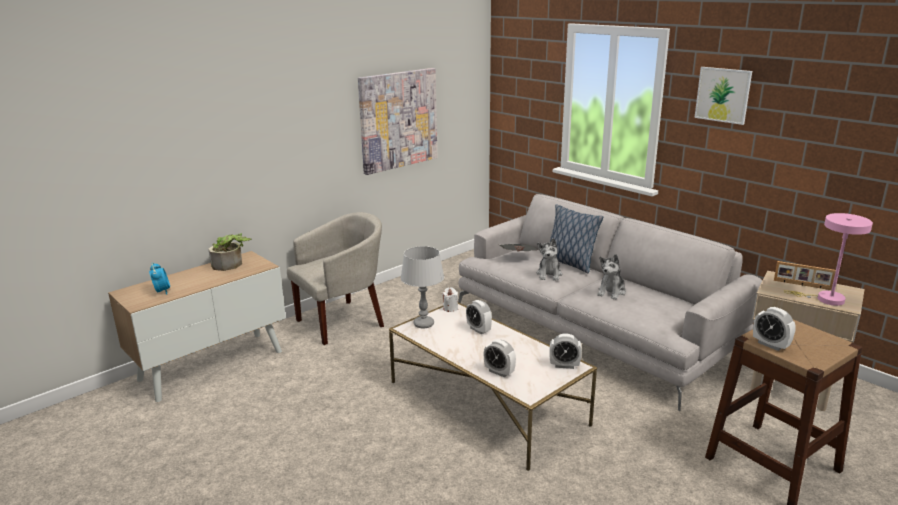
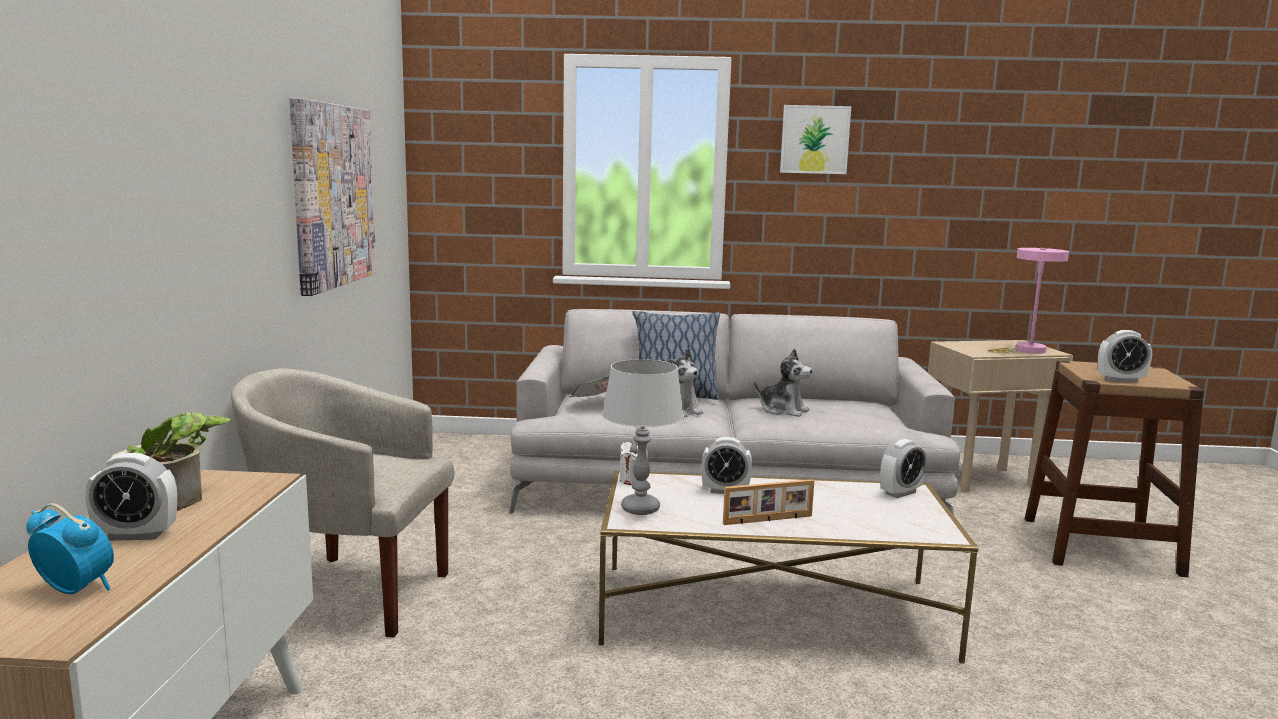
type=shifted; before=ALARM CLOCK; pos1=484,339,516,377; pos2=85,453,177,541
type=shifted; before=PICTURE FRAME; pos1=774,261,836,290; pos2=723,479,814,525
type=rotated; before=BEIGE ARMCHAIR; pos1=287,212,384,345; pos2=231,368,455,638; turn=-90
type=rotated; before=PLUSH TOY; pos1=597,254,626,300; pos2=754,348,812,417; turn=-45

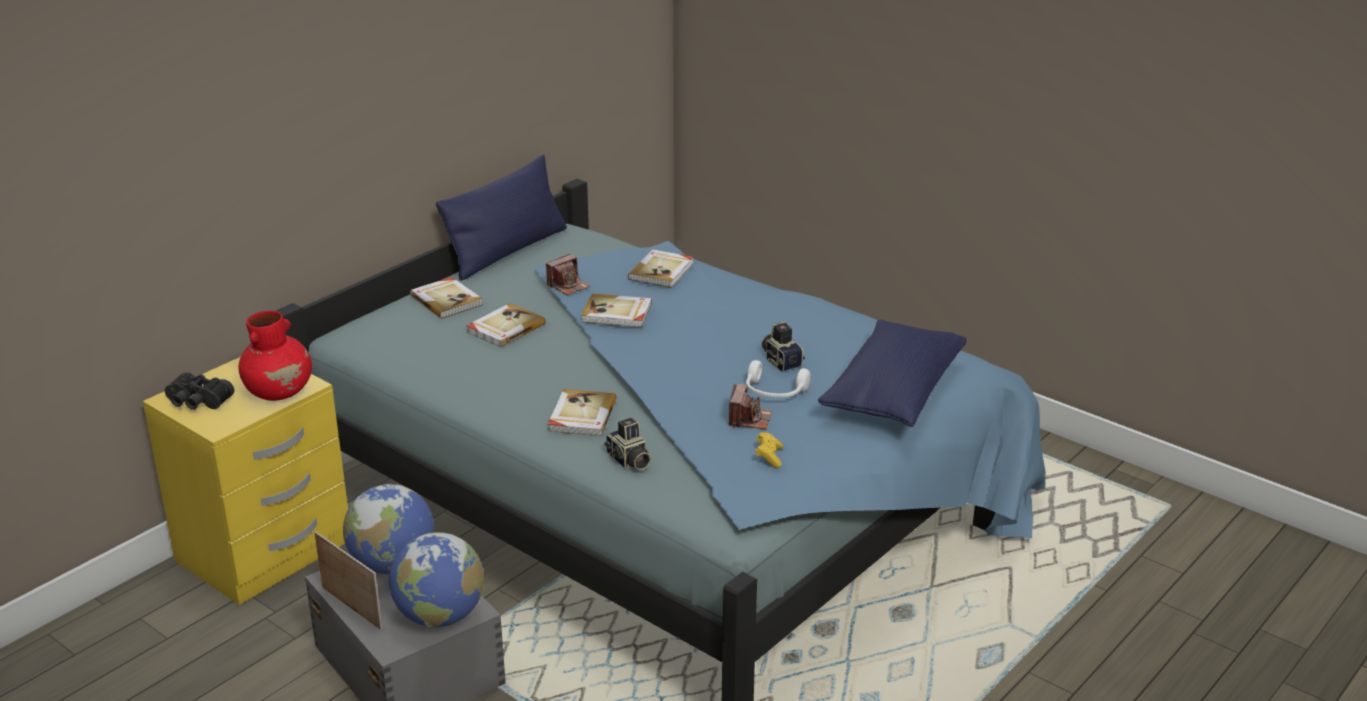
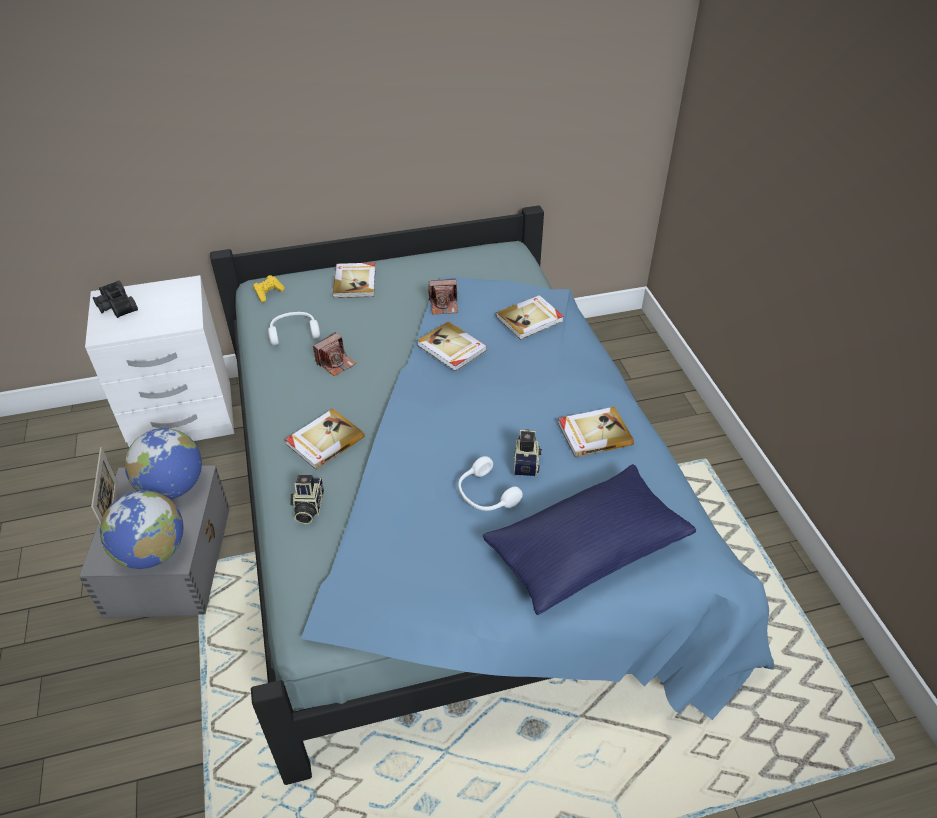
type=gone; before=RED VASE; pos1=239,311,312,401
type=gone; before=BLUE PILLOW; pos1=436,155,567,281
type=new; after=WHITE HEADPHONES; pos2=268,312,320,345
type=shifted; before=BOOK; pos1=466,303,546,347; pos2=558,407,634,457
type=shifted; before=PHOTO CAMERA; pos1=729,384,772,429; pos2=313,332,356,376
type=shifted; before=YELLOW GAME CONTROLLER; pos1=755,432,783,468; pos2=253,275,285,302
type=repainted; before=YELLOW NIGHTSTAND; after=WHITE NIGHTSTAND; pos1=143,357,348,605; pos2=85,275,234,447

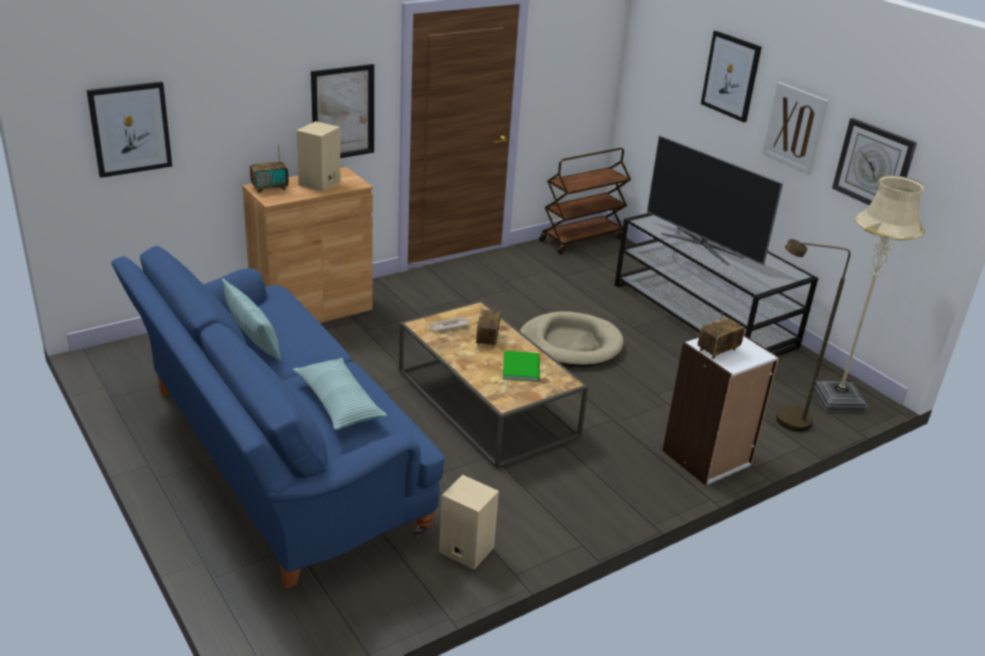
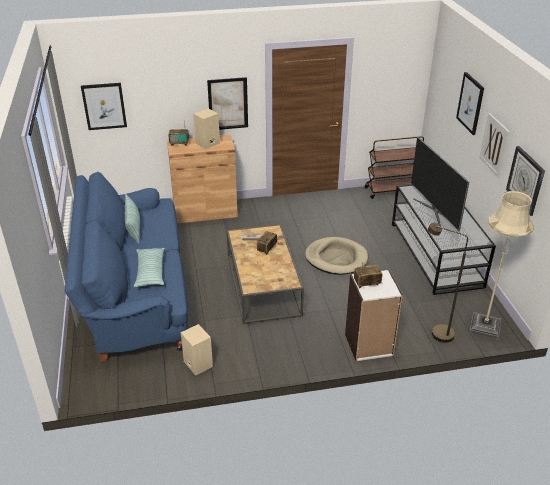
type=gone; before=GREEN BOOK; pos1=503,351,539,382

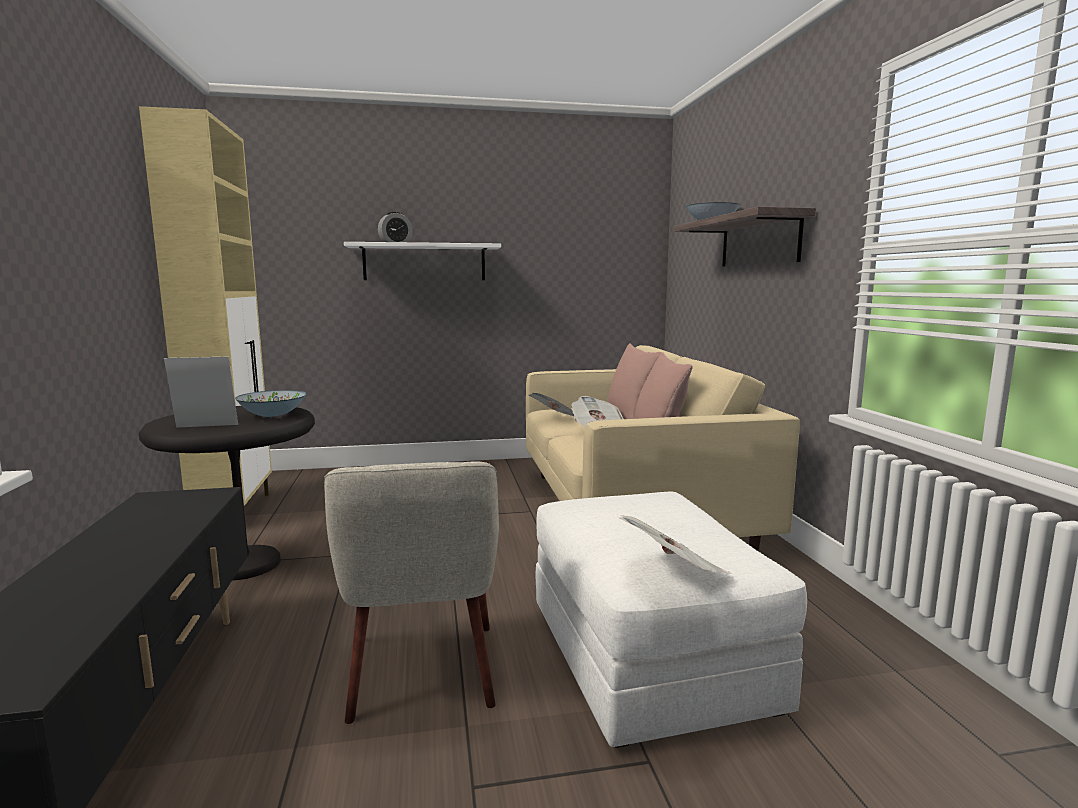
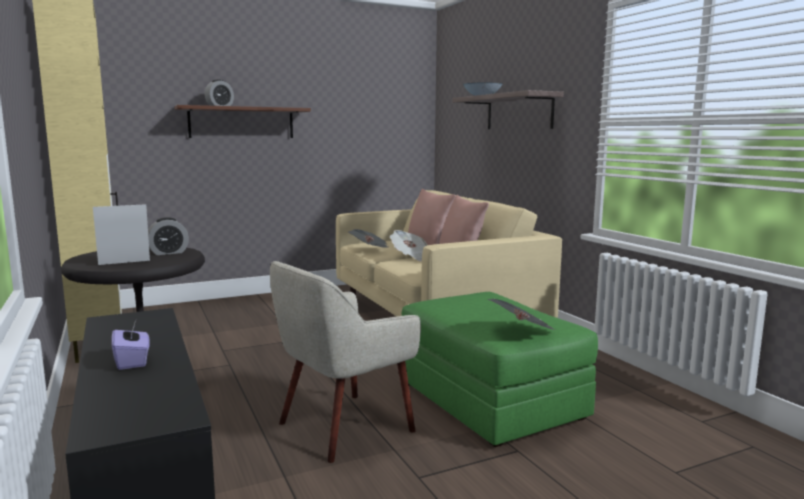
type=new; after=PURPLE TISSUE BOX; pos2=111,323,150,370
type=swapped; before=BOWL; after=ALARM CLOCK; pos1=235,390,306,417; pos2=148,217,189,255
type=repainted; before=WHITE SHELF; after=BROWN SHELF; pos1=344,242,501,280; pos2=174,105,311,138
type=repainted; before=WHITE OTTOMAN; after=GREEN OTTOMAN; pos1=535,492,807,748; pos2=401,292,598,447
type=rotated; before=BEIGE ARMCHAIR; pos1=324,461,499,724; pos2=270,261,421,463; turn=75

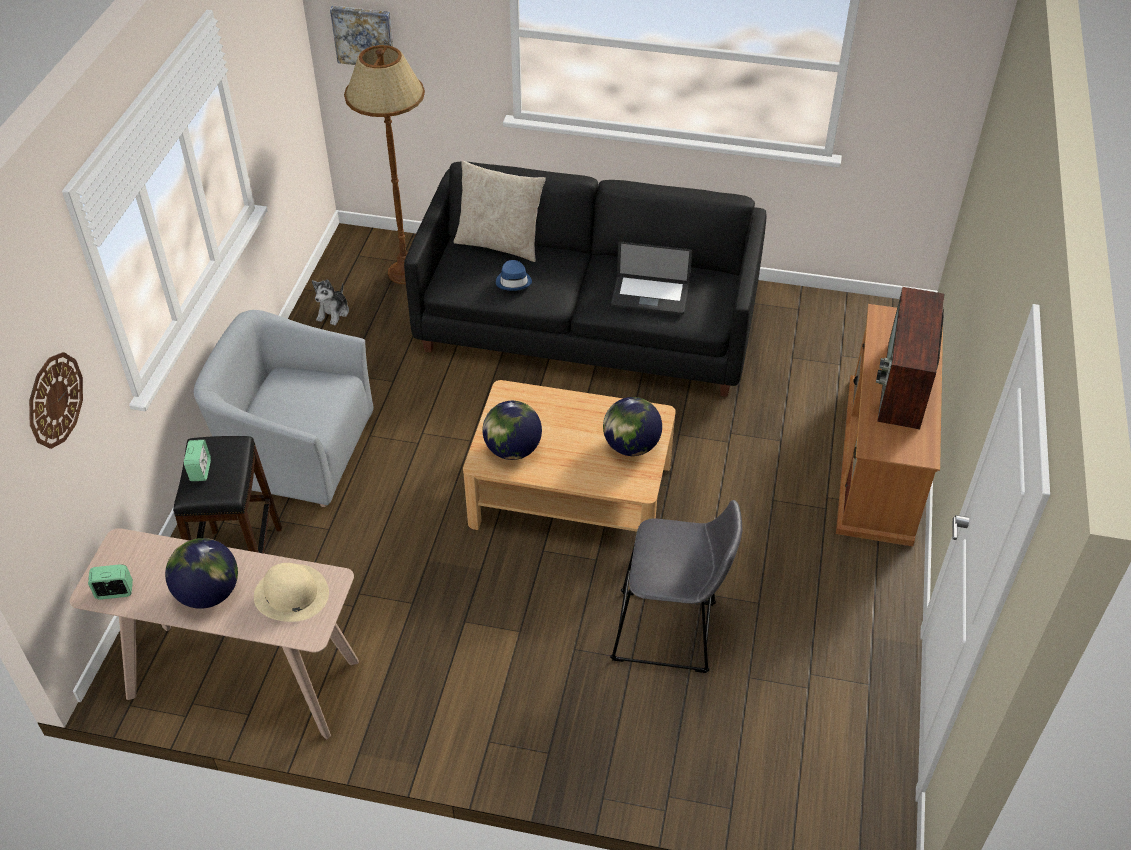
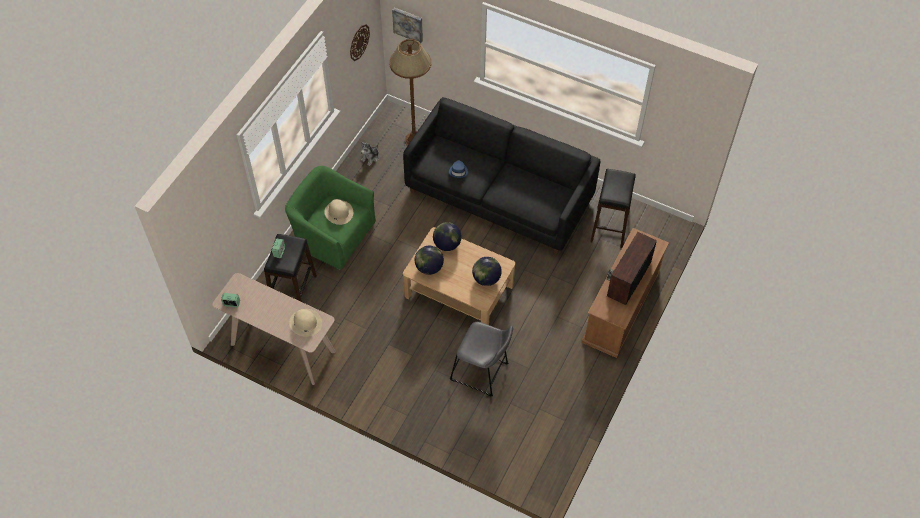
type=gone; before=BEIGE PILLOW; pos1=454,161,546,262
type=gone; before=LAPTOP; pos1=611,242,692,315
type=new; after=BEIGE HAT; pos2=324,199,353,225
type=new; after=BLACK STOOL; pos2=590,169,636,248
type=shifted; before=WALL CLOCK; pos1=29,352,83,449; pos2=350,24,370,61
type=shifted; before=GLOBE; pos1=165,538,238,609; pos2=433,222,462,251
type=repainted; before=GREY ARMCHAIR; after=GREEN ARMCHAIR; pos1=194,310,374,507; pos2=285,166,376,270

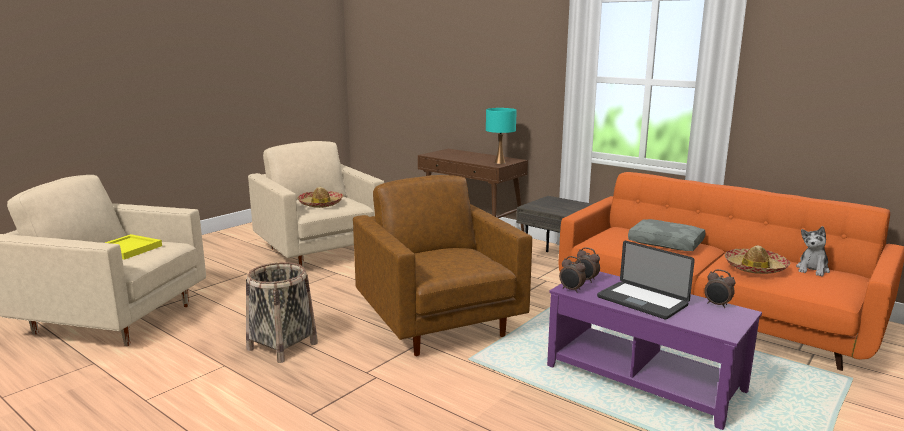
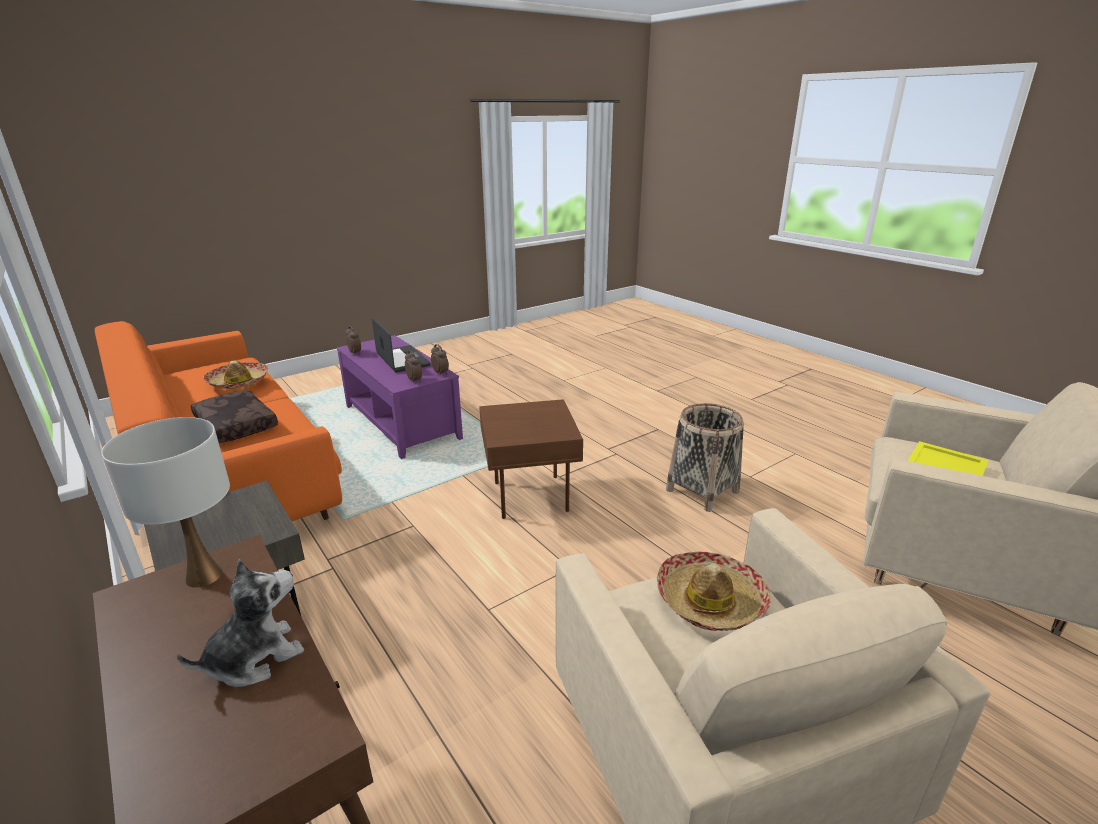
type=shifted; before=PLUSH TOY; pos1=796,226,830,276; pos2=177,558,304,687
type=swapped; before=BROWN ARMCHAIR; after=BROWN SIDE TABLE; pos1=353,175,532,356; pos2=479,399,583,519
type=repainted; before=TURQUOISE TABLE LAMP; after=WHITE TABLE LAMP; pos1=486,108,517,164; pos2=101,417,230,588
type=repainted; before=GREY PILLOW; after=BROWN PILLOW; pos1=628,219,706,251; pos2=191,390,278,443

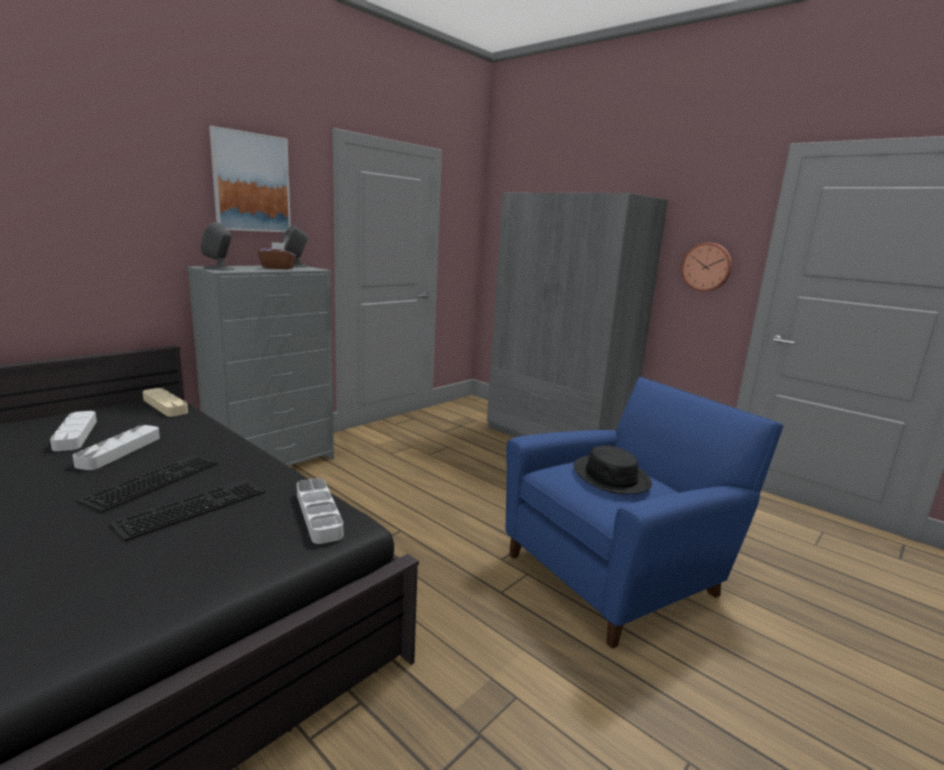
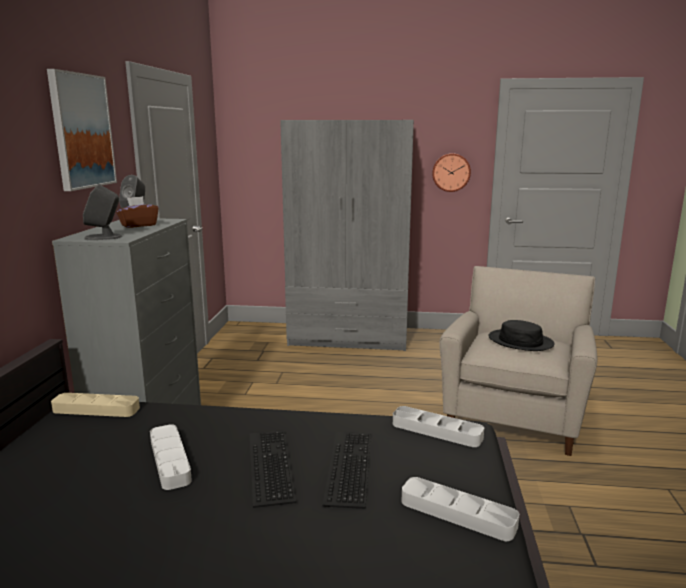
type=shifted; before=GREY TRAY; pos1=50,411,97,451; pos2=402,477,519,541
type=repainted; before=BLUE ARMCHAIR; after=BEIGE ARMCHAIR; pos1=506,377,783,649; pos2=439,266,598,456

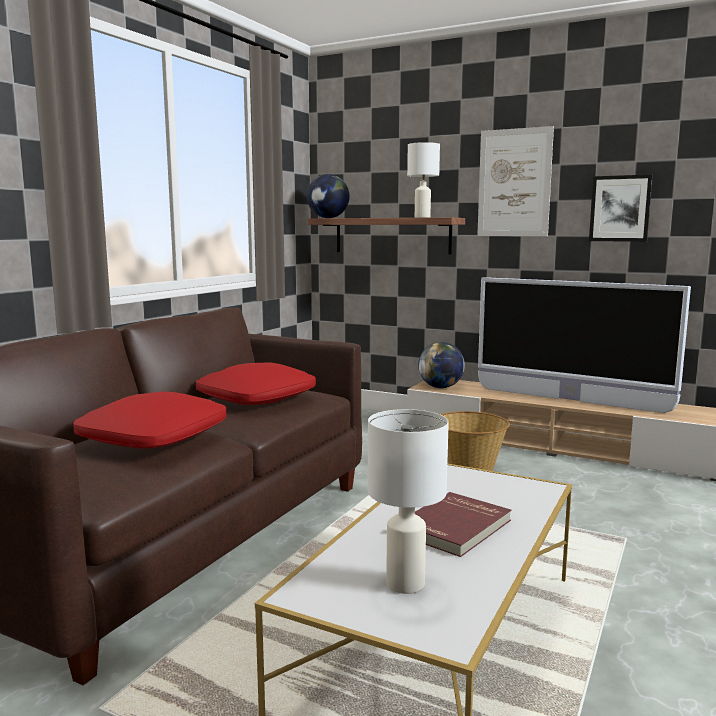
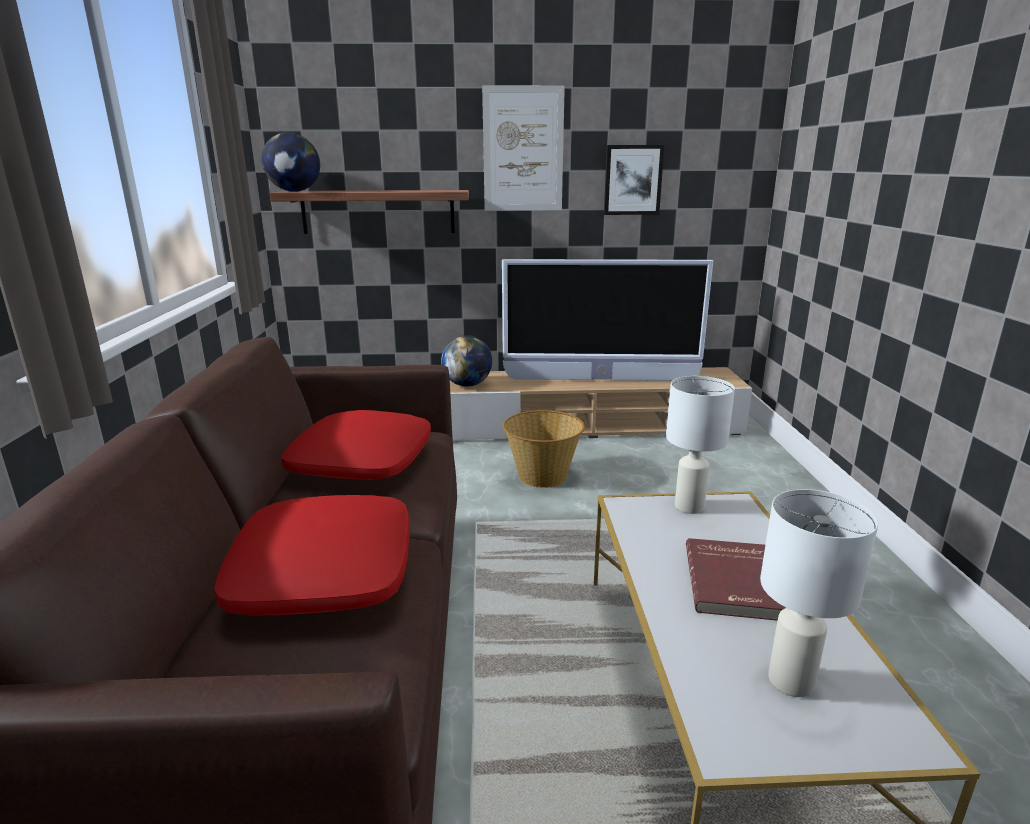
type=shifted; before=WHITE TABLE LAMP; pos1=407,142,440,218; pos2=666,376,735,514

